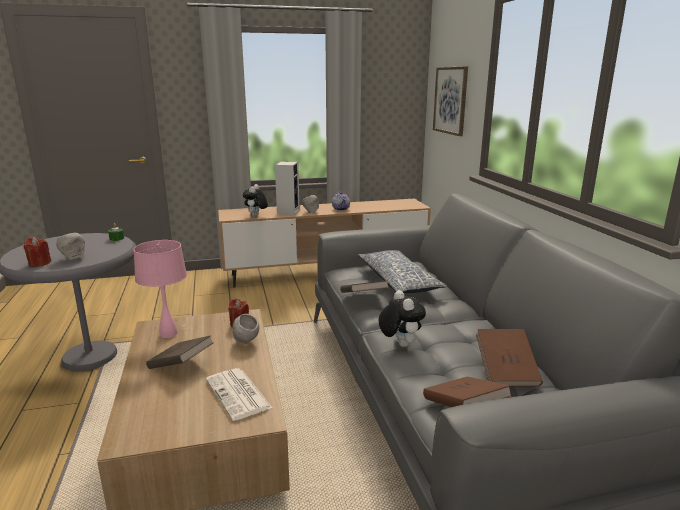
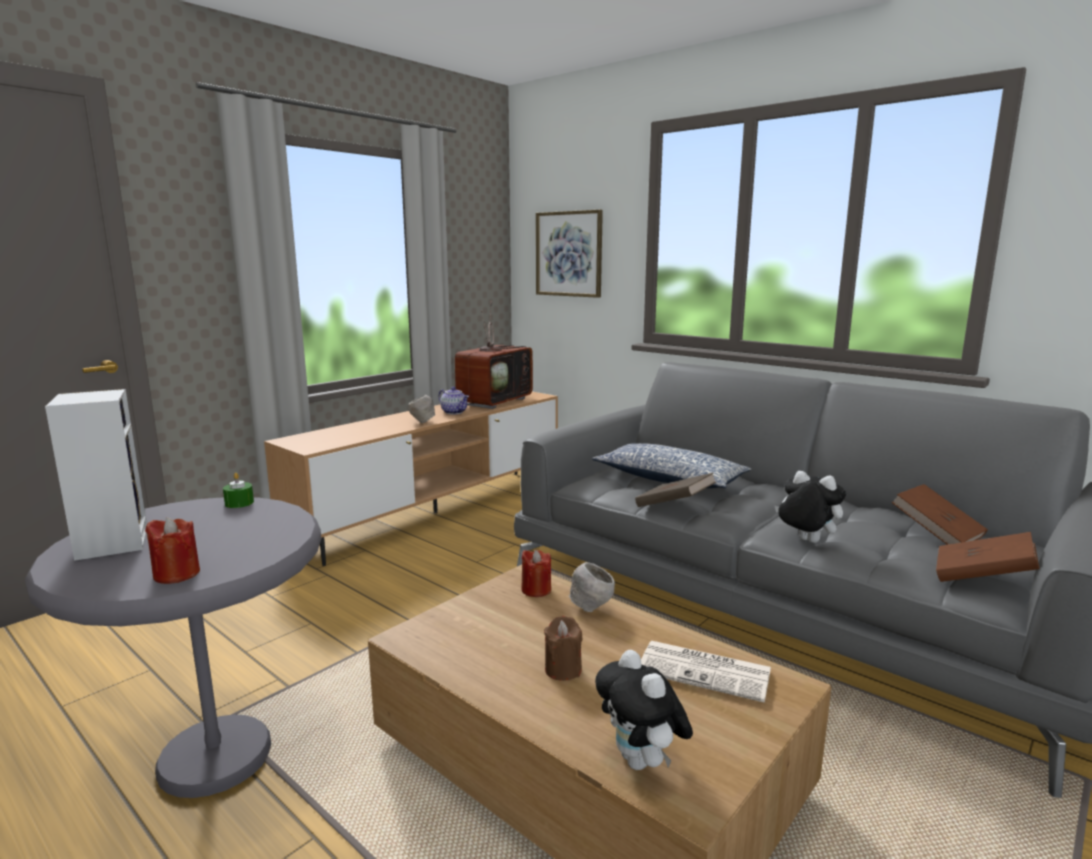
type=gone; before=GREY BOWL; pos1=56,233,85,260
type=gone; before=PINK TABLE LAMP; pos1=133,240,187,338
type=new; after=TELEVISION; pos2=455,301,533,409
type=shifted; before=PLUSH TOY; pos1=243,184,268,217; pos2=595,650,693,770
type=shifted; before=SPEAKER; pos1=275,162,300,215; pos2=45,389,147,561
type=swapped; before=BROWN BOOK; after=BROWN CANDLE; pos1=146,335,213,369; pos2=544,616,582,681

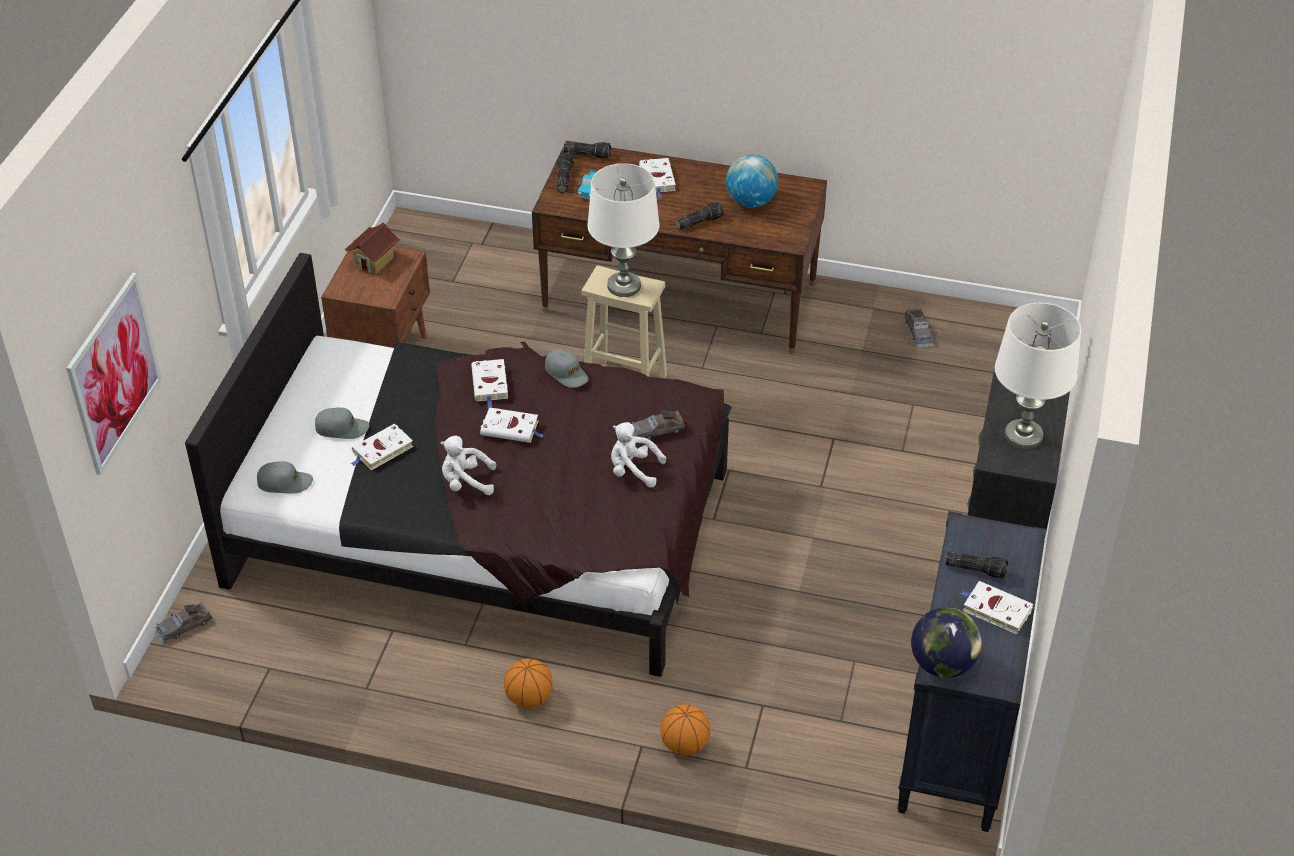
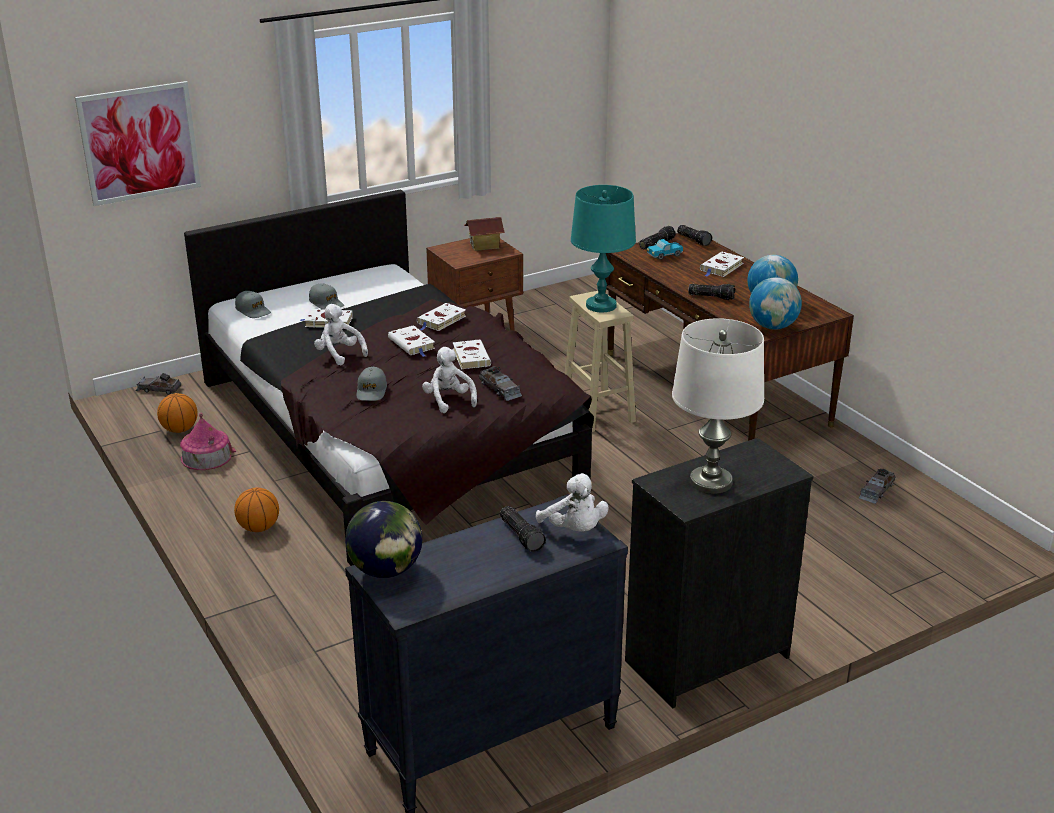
type=new; after=TOY HOUSE; pos2=180,413,236,470
type=new; after=WHITE PLUSH TOY; pos2=536,473,609,532
type=new; after=GLOBE; pos2=749,277,802,330
type=shifted; before=GREY CAP; pos1=545,348,589,388; pos2=356,367,387,401
type=shifted; before=BASKETBALL; pos1=660,704,710,756; pos2=157,393,198,433
type=shifted; before=WHITE BOOK; pos1=960,581,1033,634; pos2=453,340,491,369
type=repainted; before=WHITE TABLE LAMP; after=TURQUOISE TABLE LAMP; pos1=587,163,659,297; pos2=571,185,636,312
type=rotated; before=GREY TOY CAR; pos1=632,410,685,440; pos2=479,367,522,401; turn=-150

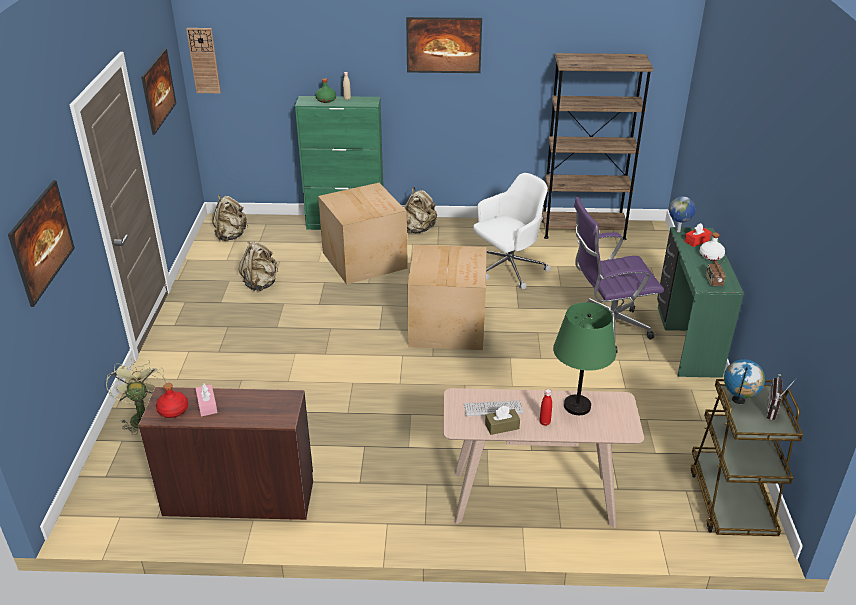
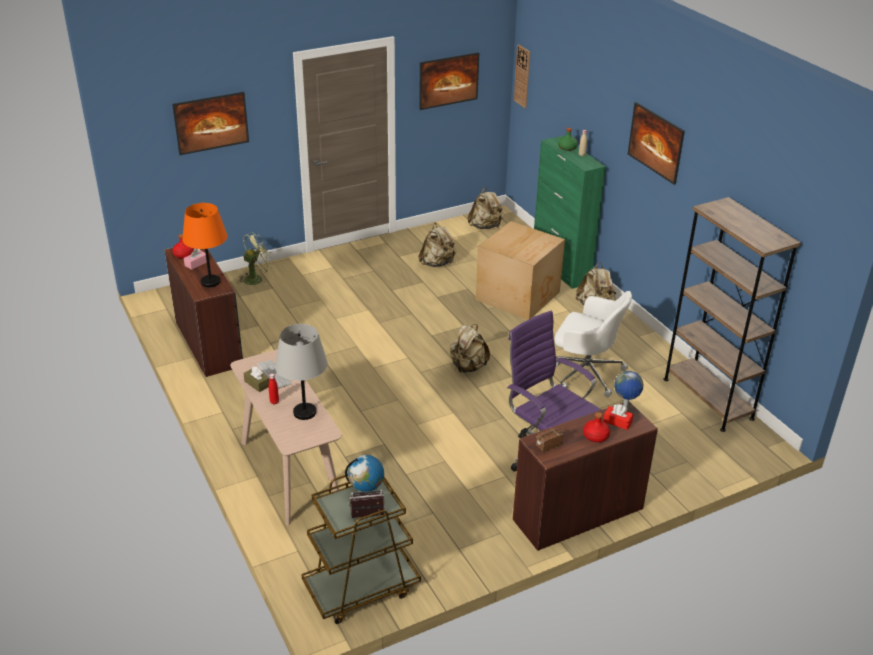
type=new; after=ORANGE TABLE LAMP; pos2=182,203,227,287
type=swapped; before=CARDBOARD BOX; after=BEIGE BACKPACK; pos1=407,245,487,350; pos2=450,324,490,373
type=repainted; before=GREEN TABLE LAMP; after=GREY TABLE LAMP; pos1=553,302,616,415; pos2=275,324,328,420
type=repainted; before=GREEN DESK; after=BROWN DESK; pos1=657,227,744,378; pos2=513,401,658,551
type=repainted; before=WHITE BOTTLE; after=RED BOTTLE; pos1=699,232,725,261; pos2=583,412,610,443

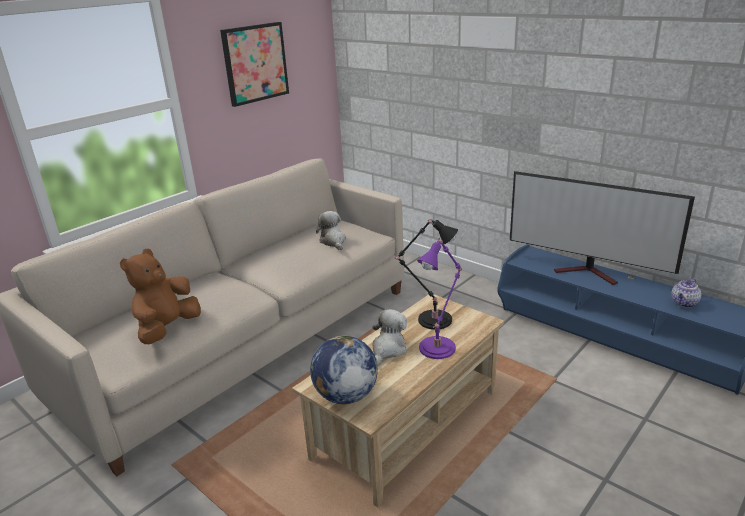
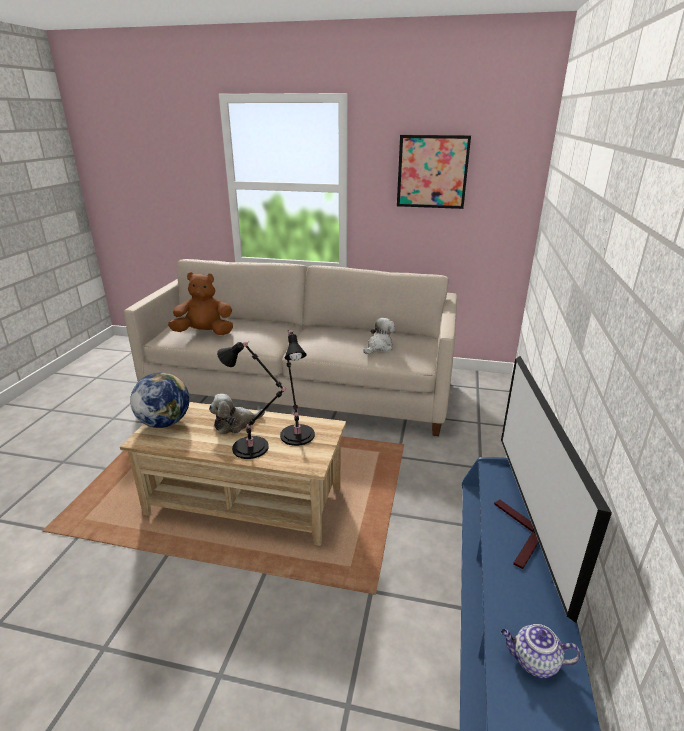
type=repainted; before=PURPLE TABLE LAMP; after=BLACK TABLE LAMP; pos1=417,238,462,359; pos2=217,342,288,459
type=rotated; before=PLUSH TOY; pos1=372,309,407,366; pos2=209,394,265,435; turn=150

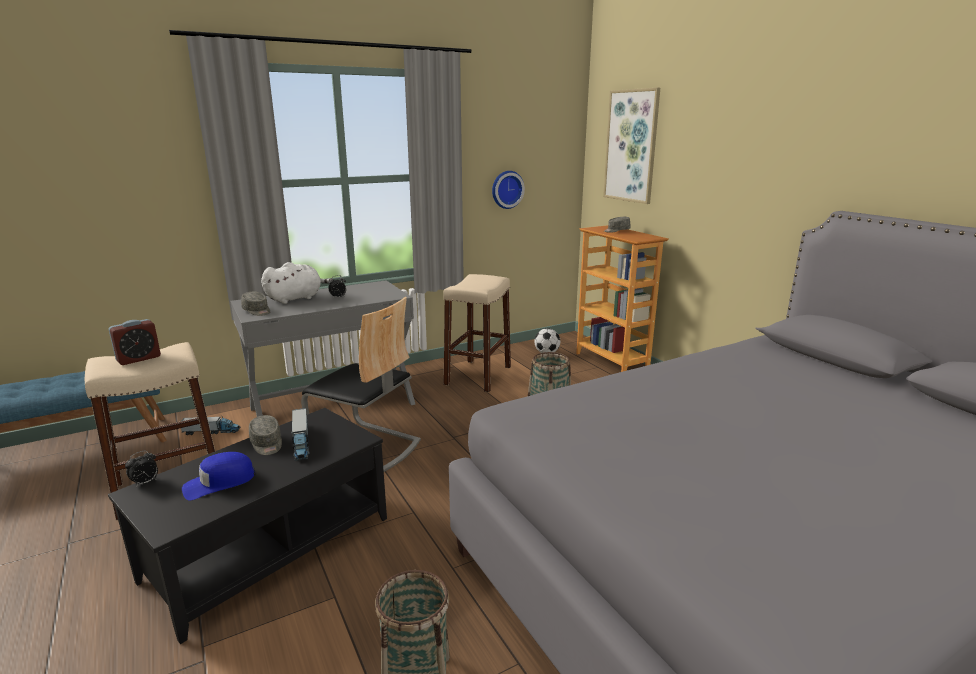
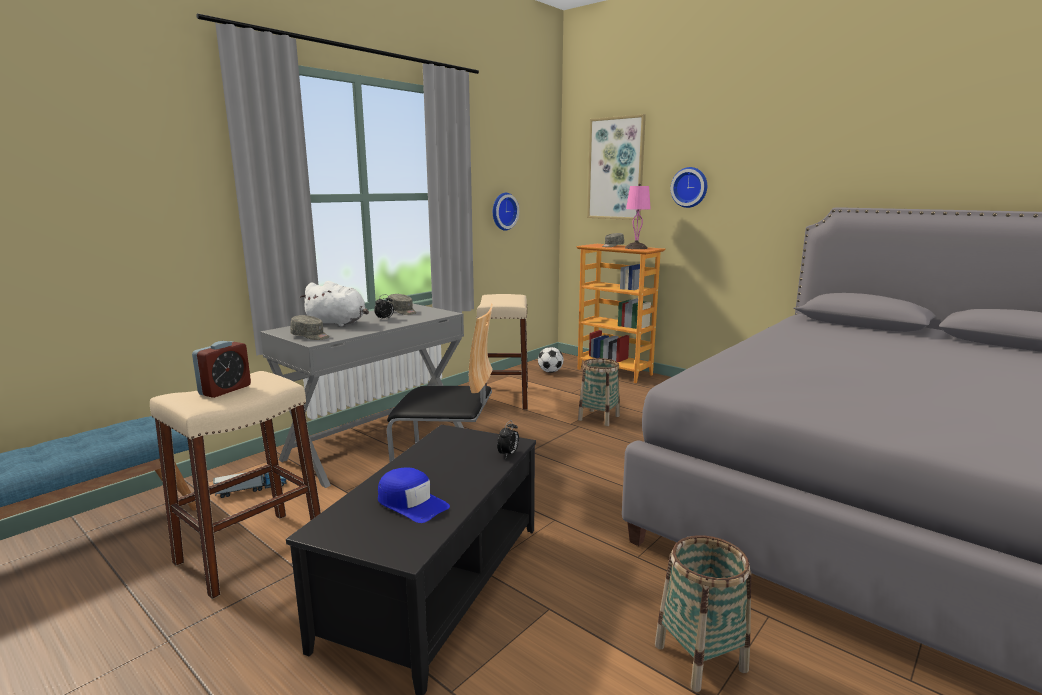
type=gone; before=TOY TRUCK; pos1=292,408,309,461
type=new; after=PINK TABLE LAMP; pos2=625,183,651,249
type=new; after=WALL CLOCK; pos2=670,167,707,208
type=shifted; before=ALARM CLOCK; pos1=125,451,158,488; pos2=497,420,519,457
type=shifted; before=GREY CAP; pos1=249,415,282,455; pos2=389,294,416,315
type=rotated; before=BLUE CAP; pos1=182,452,255,500; pos2=378,468,450,523; turn=-90
type=rotated; before=WHITE PLUSH TOY; pos1=261,262,331,304; pos2=299,281,369,327; turn=75

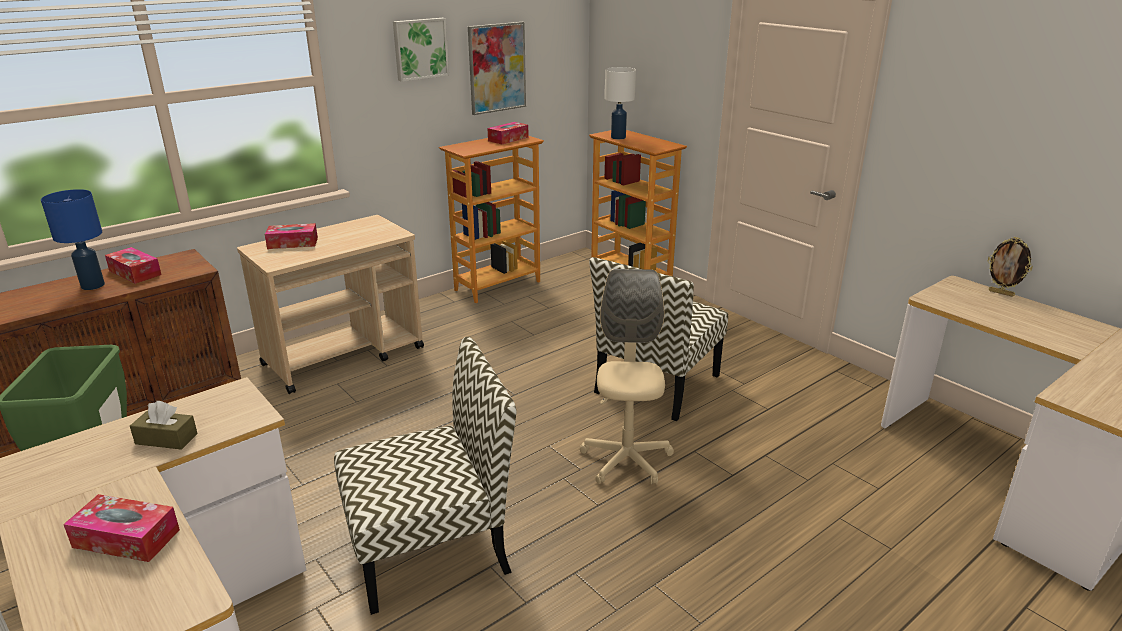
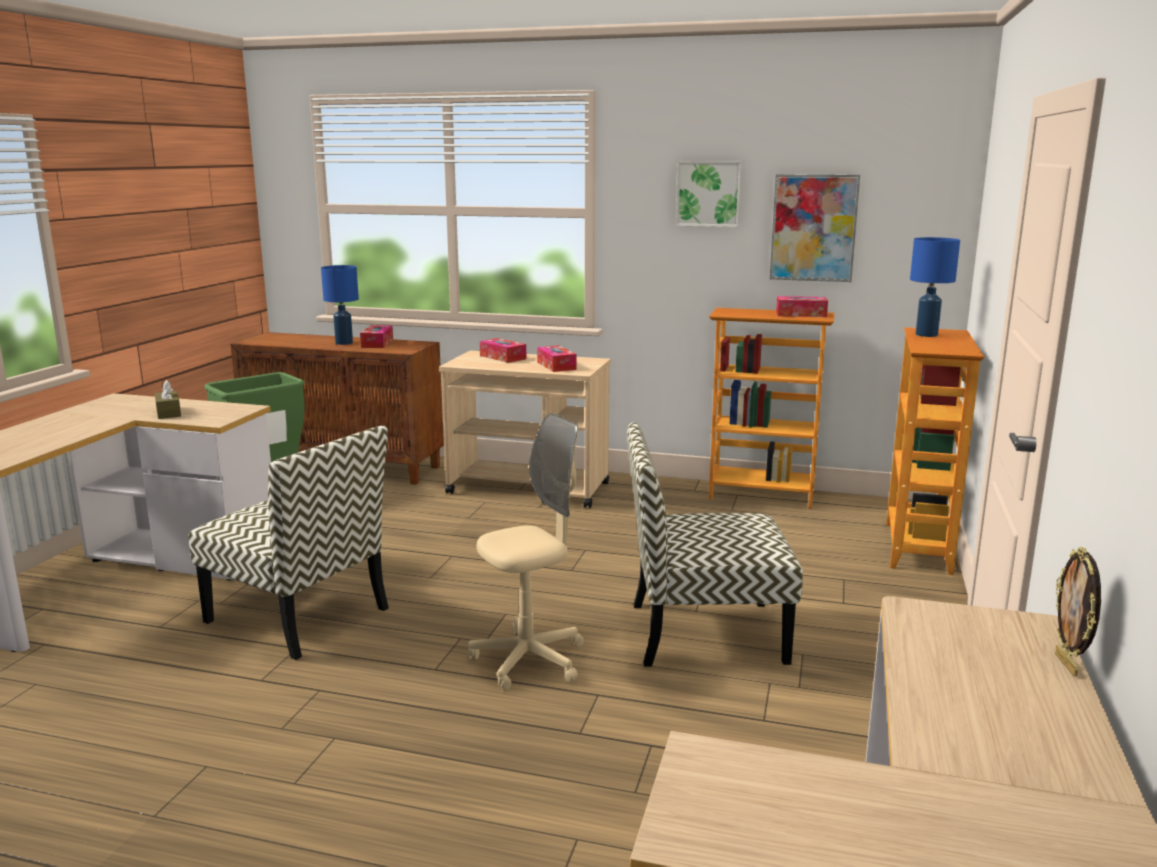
type=shifted; before=TISSUE BOX; pos1=63,494,180,562; pos2=537,345,577,372
type=repainted; before=WHITE TABLE LAMP; after=BLUE TABLE LAMP; pos1=605,67,636,139; pos2=910,237,960,337

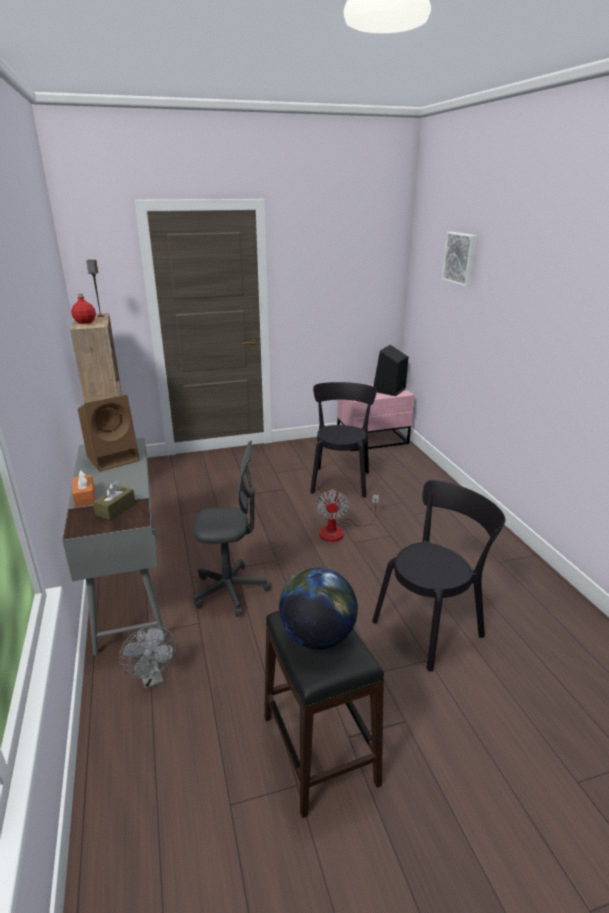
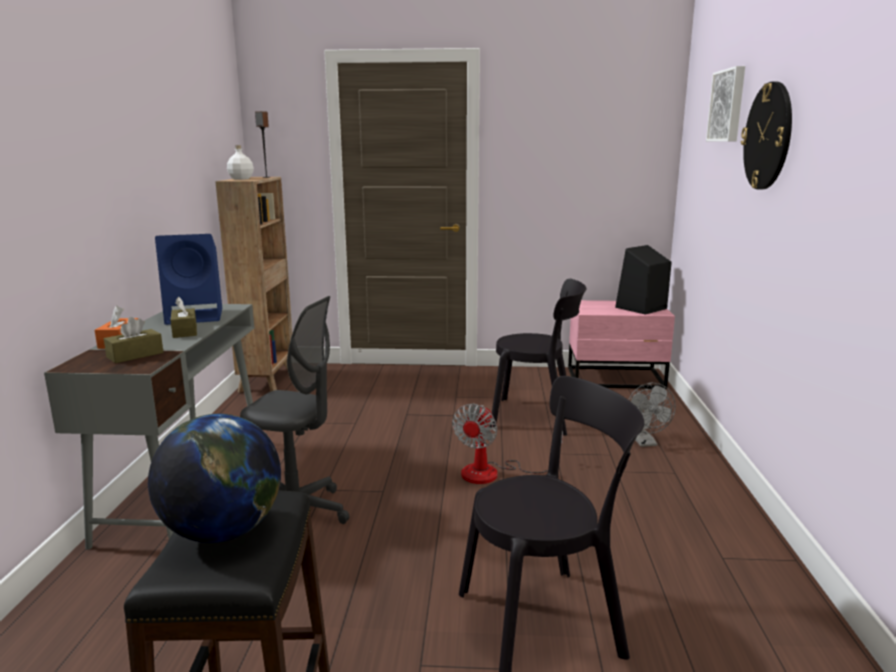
type=new; after=BROWN TISSUE BOX; pos2=170,297,197,338
type=new; after=WALL CLOCK; pos2=741,82,792,189
type=shifted; before=GREY FAN; pos1=119,626,176,689; pos2=629,383,676,447
type=repainted; before=RED BOTTLE; after=WHITE BOTTLE; pos1=71,293,96,324; pos2=227,145,254,180
type=repainted; before=BROWN SPEAKER; after=BLUE SPEAKER; pos1=78,395,140,472; pos2=155,234,222,325
type=rotated; before=BLACK CHAIR; pos1=310,382,377,497; pos2=490,279,586,436; turn=75

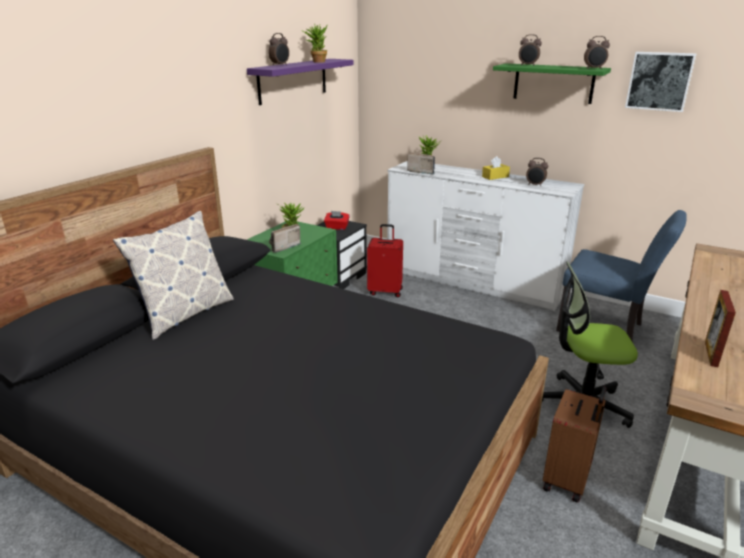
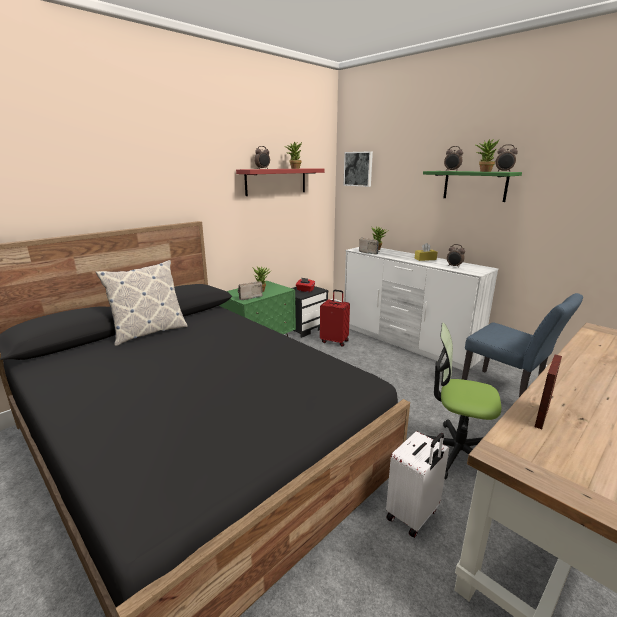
type=new; after=POTTED PLANT; pos2=476,139,500,172
type=shifted; before=PICTURE; pos1=625,52,697,112; pos2=344,151,373,187
type=repainted; before=PURPLE SHELF; after=RED SHELF; pos1=247,59,353,105; pos2=236,168,325,196
type=repainted; before=BROWN SUITCASE; after=WHITE SUITCASE; pos1=543,387,607,503; pos2=386,431,449,538

